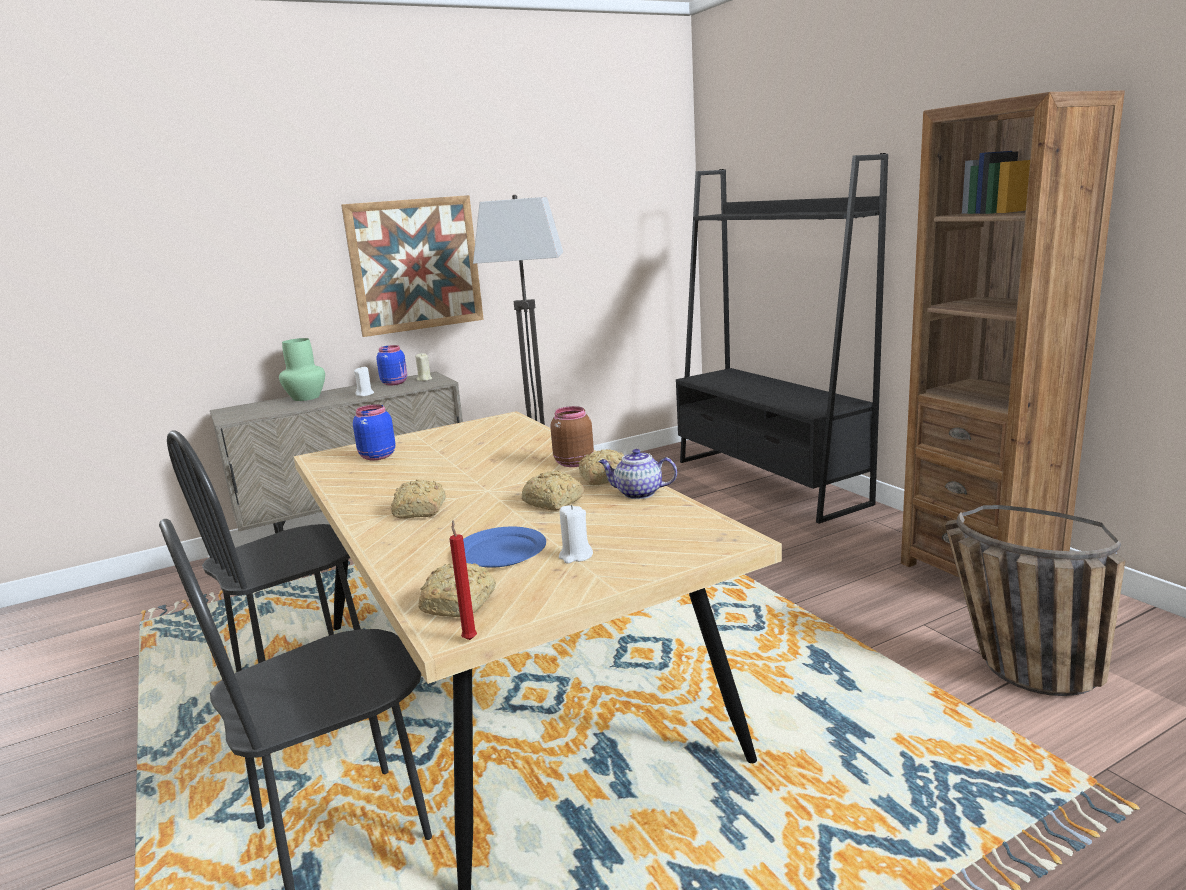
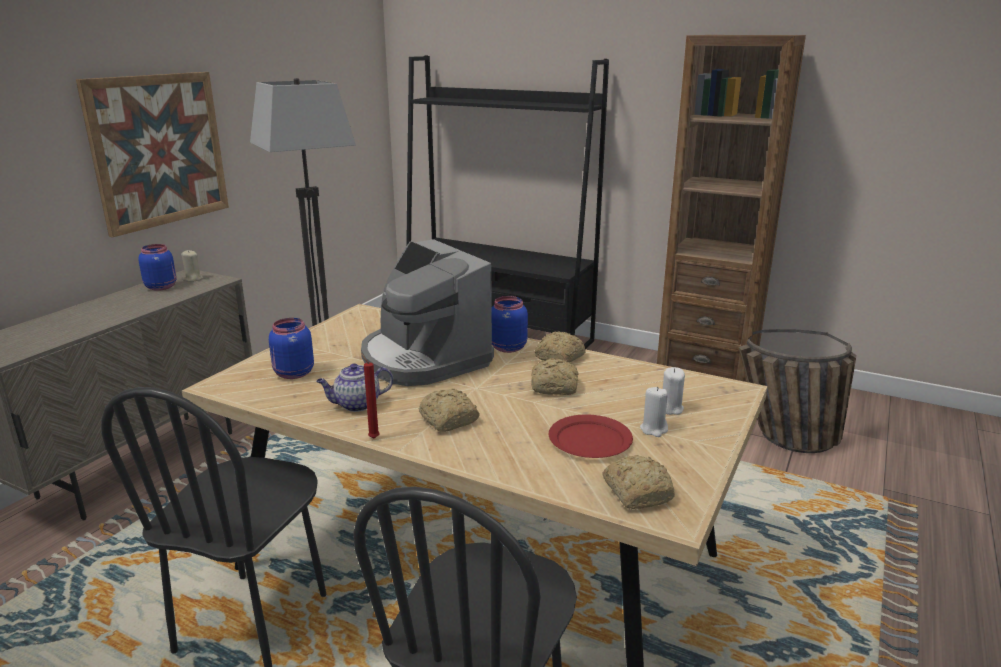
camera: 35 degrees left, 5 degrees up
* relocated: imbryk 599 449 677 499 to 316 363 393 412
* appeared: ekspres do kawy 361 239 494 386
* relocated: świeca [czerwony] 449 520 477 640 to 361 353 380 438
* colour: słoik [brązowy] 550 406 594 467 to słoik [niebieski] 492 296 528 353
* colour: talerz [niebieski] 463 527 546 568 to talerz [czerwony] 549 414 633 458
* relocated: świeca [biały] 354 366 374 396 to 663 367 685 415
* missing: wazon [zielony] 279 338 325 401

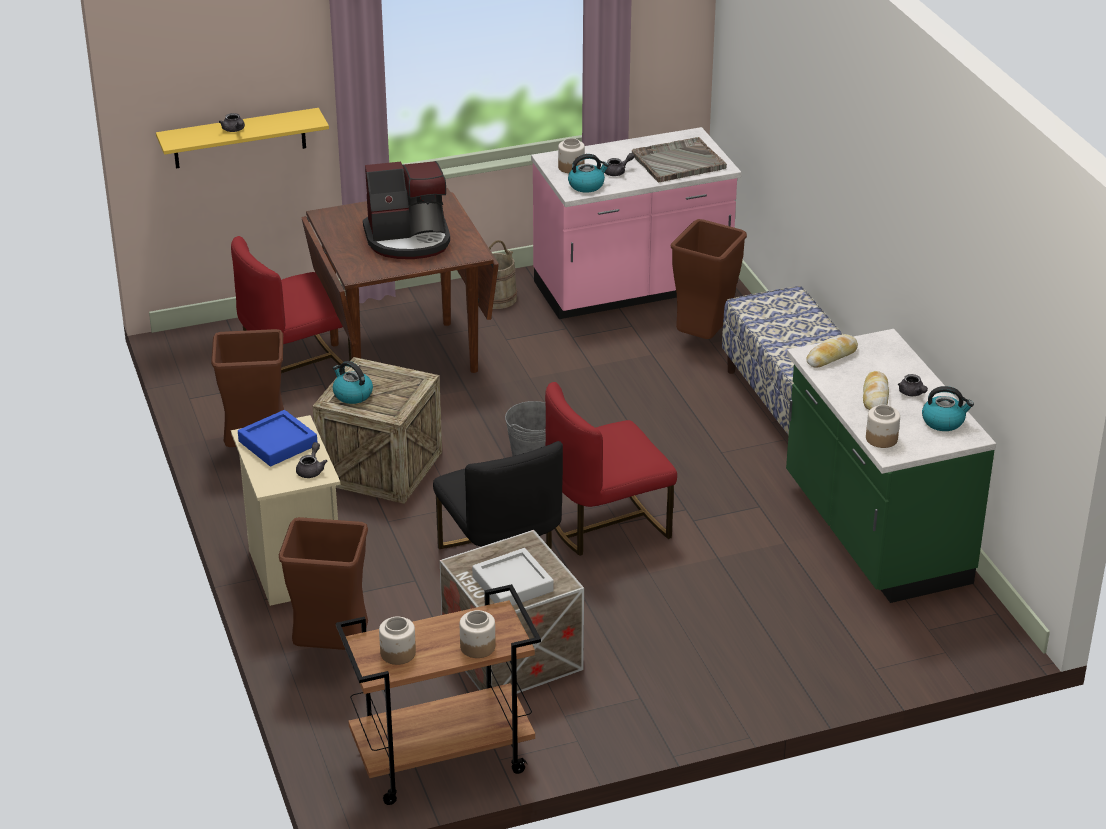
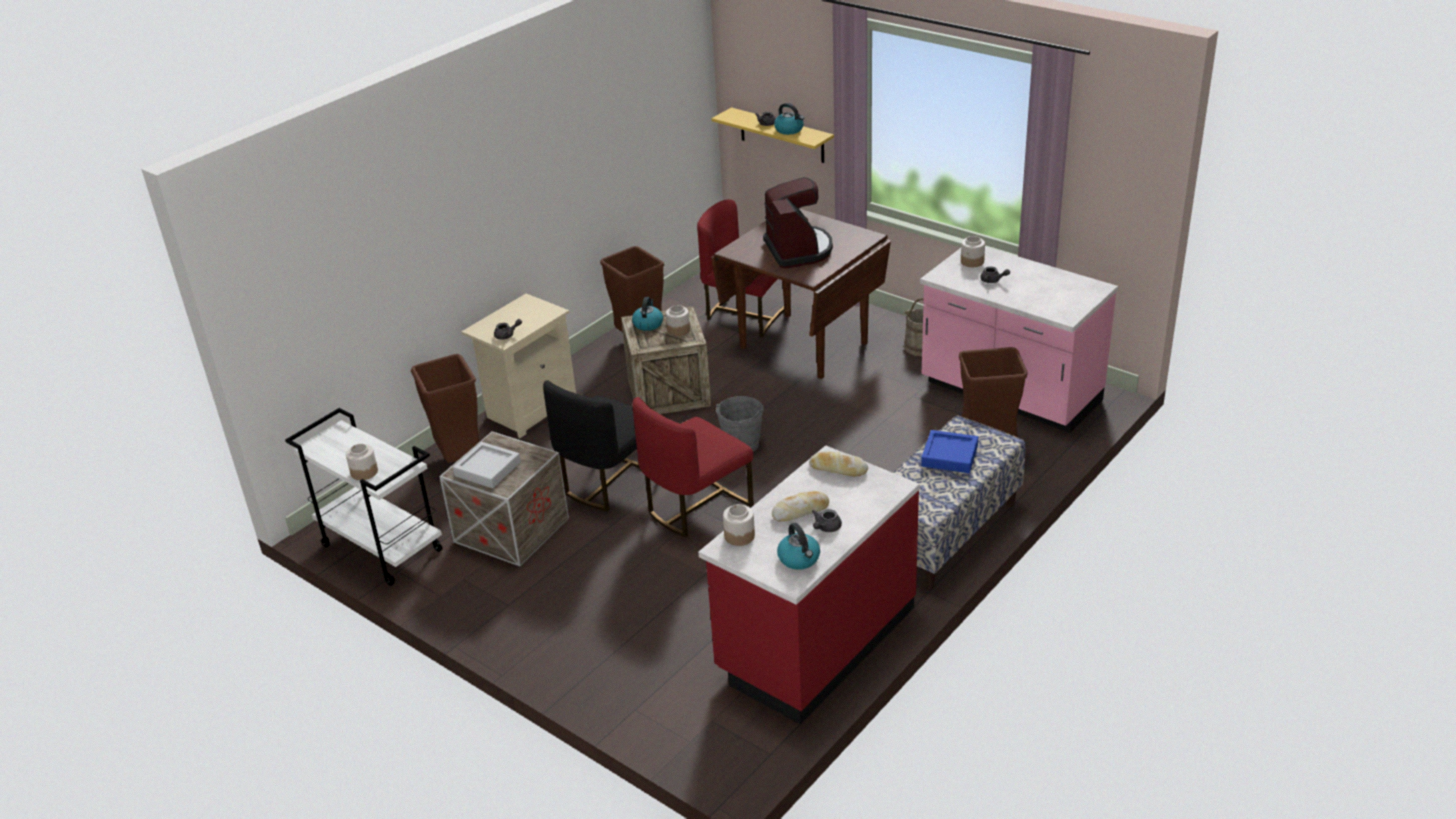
camera: 60 degrees right, 0 degrees up
* colour: wózek [brązowy] 336 584 541 805 to wózek [biały] 285 408 443 586
* spun: krzesło [czerwony] 545 382 677 556 = 632 397 754 538 75 degrees counterclockwise
* relocated: słoik 379 616 416 665 to 666 305 690 336
* colour: zabudowa kuchenna [zielony] 786 329 996 603 to zabudowa kuchenna [czerwony] 699 445 920 724
* spun: ekspres do kawy 363 161 450 259 = 763 177 833 269 150 degrees counterclockwise
* relocated: czajnik 568 154 609 193 to 774 103 804 135
* relocated: taca [niebieski] 238 410 317 466 to 921 430 978 473
* missing: taca [szary] 632 137 727 183

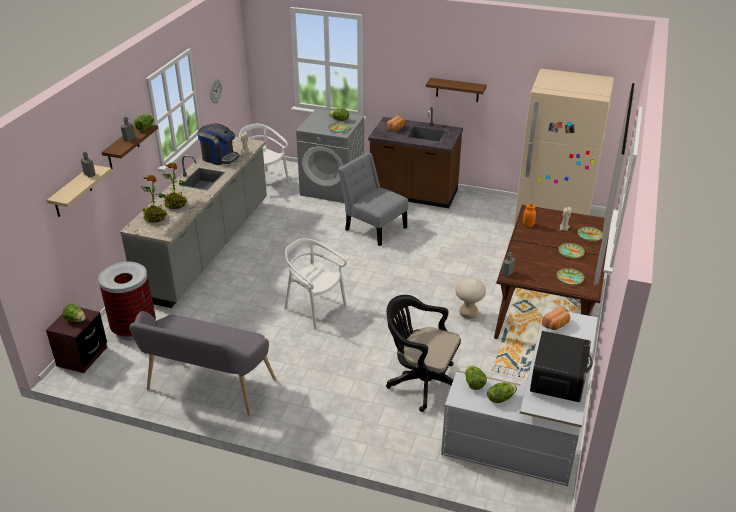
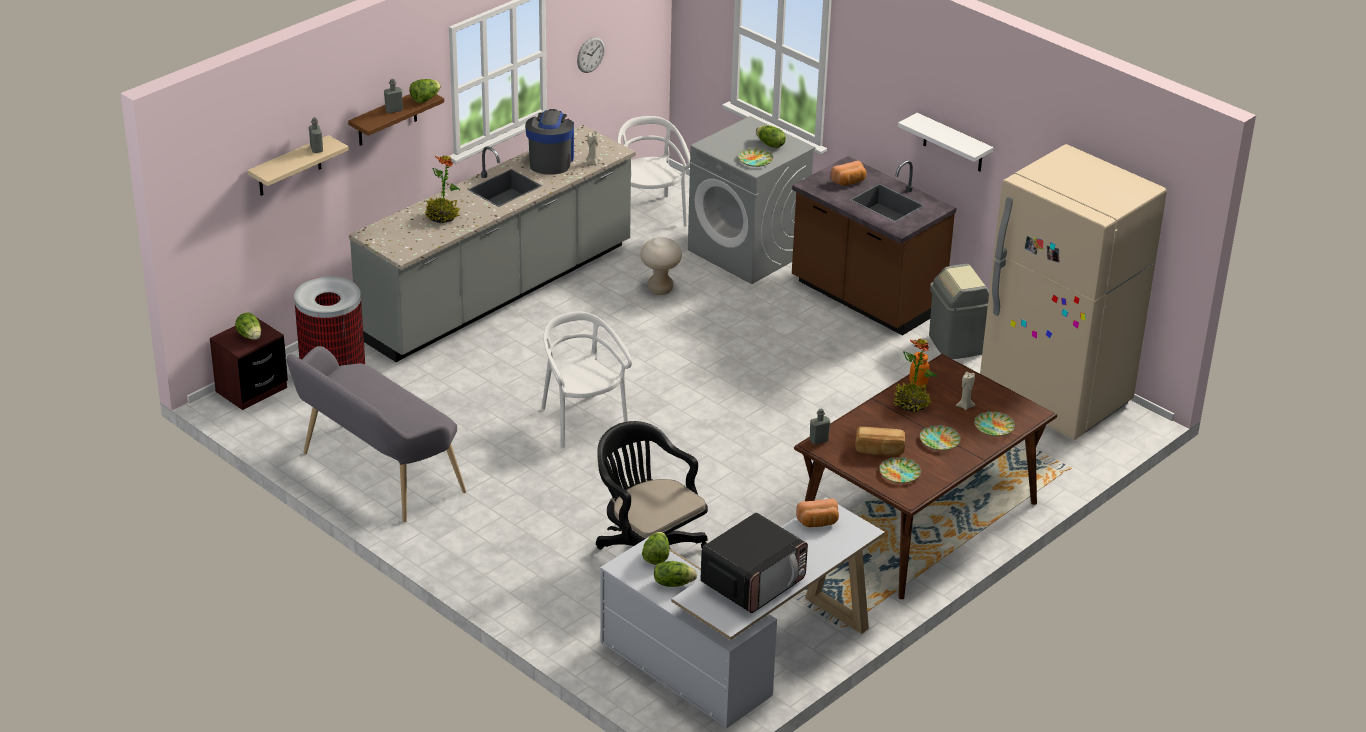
camera: 25 degrees right, 0 degrees up
* spun: ekspres do kawy 197 123 239 165 = 525 109 574 175 135 degrees counterclockwise
* relocated: stołek [beżowy] 455 278 486 319 to 640 237 682 295
* appeared: chleb 855 427 905 455
* relocated: roślina doniczkowa 141 175 167 222 to 893 339 937 412
* colour: półka [brązowy] 426 78 487 102 to półka [biały] 898 113 993 171
* appeared: kosz na śmieci [szary] 929 264 989 359
* missing: krzesło [szary] 338 152 408 246

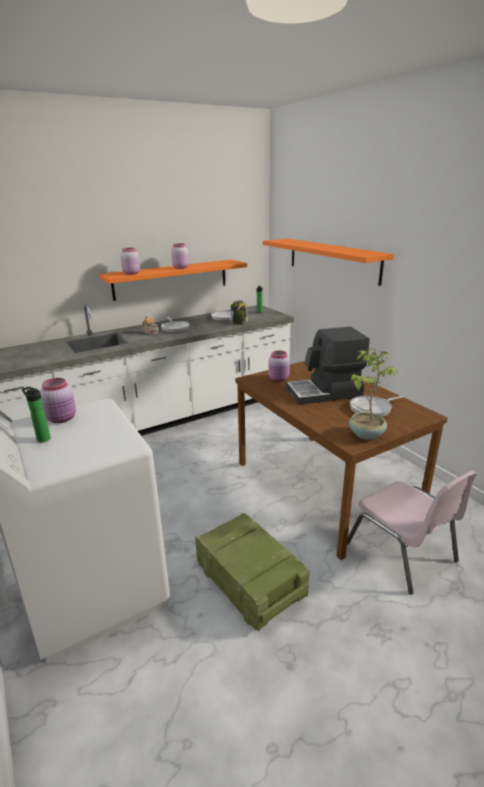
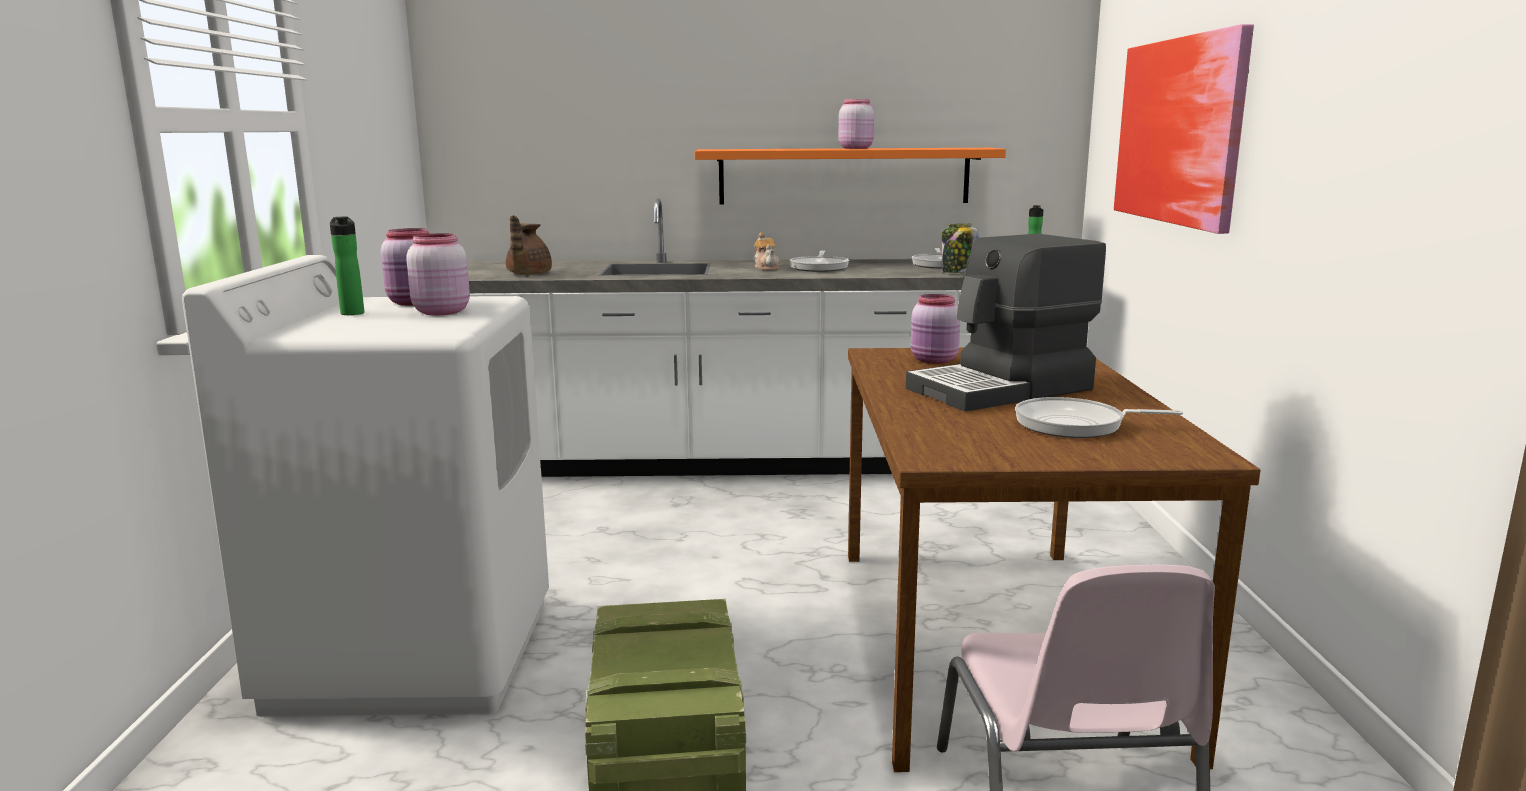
camera: 30 degrees right, 10 degrees down
* relocated: słoik [różowy] 121 248 140 275 to 406 234 470 315
* appeared: imbryk [brązowy] 506 215 552 275
* spun: ekspres do kawy 286 327 370 405 = 906 234 1106 412 45 degrees counterclockwise
* exchanged: półka [pomarańczowy] 263 239 394 286 to obraz 1114 24 1254 234
* missing: roślina doniczkowa 349 348 398 440

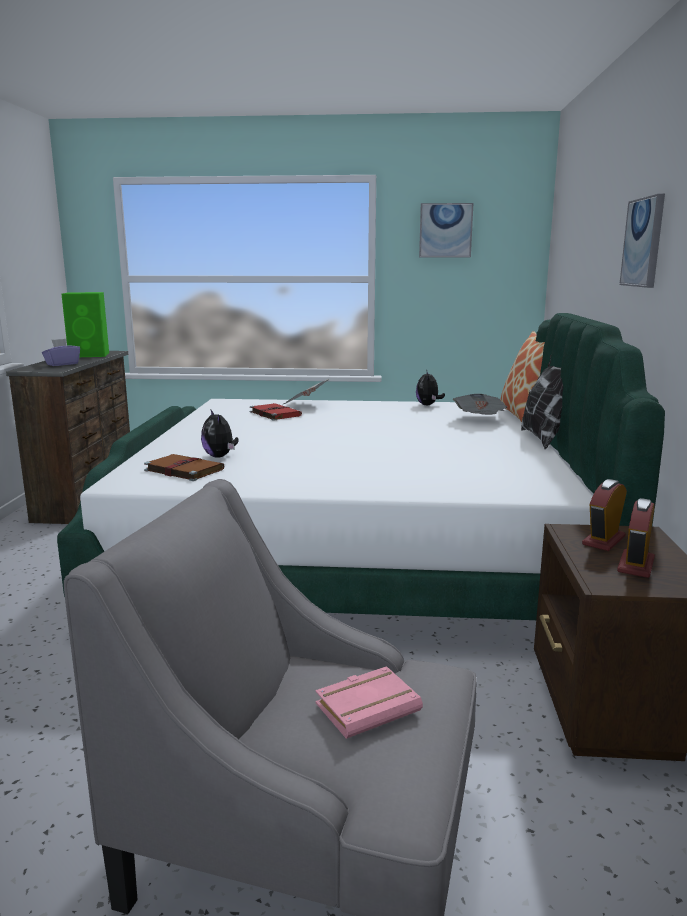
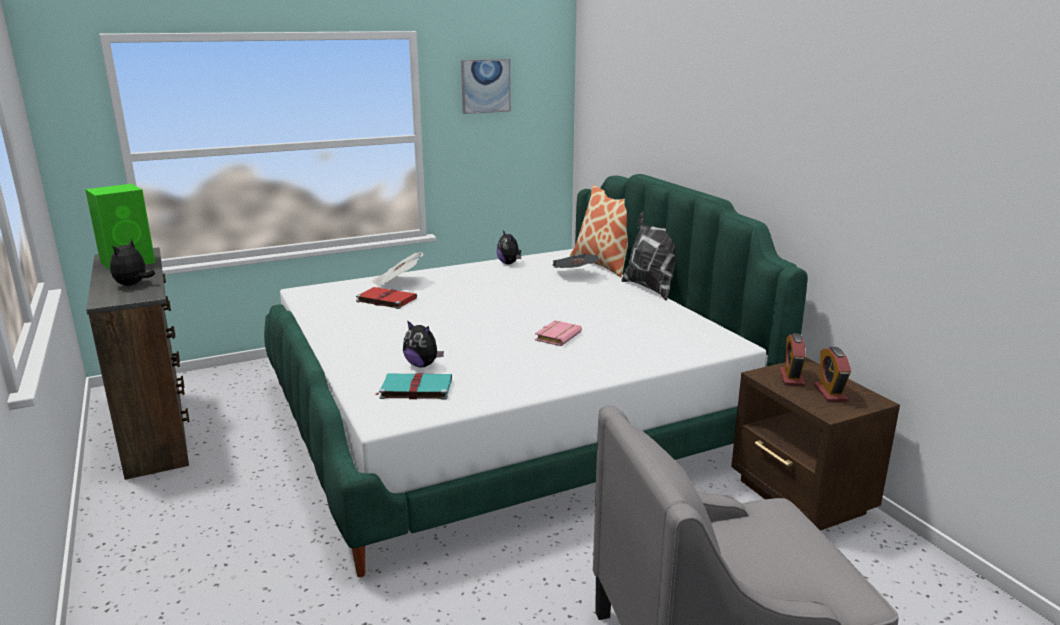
camera: 30 degrees left, 5 degrees up
* exchanged: pudełko chusteczek [fioletowy] 42 339 80 366 to pluszak 110 239 155 286
* colour: książka [brązowy] 144 454 224 481 to książka [turkusowy] 375 373 452 400
* relocated: książka [różowy] 315 666 423 739 to 535 320 582 346
* missing: obraz 619 194 665 288

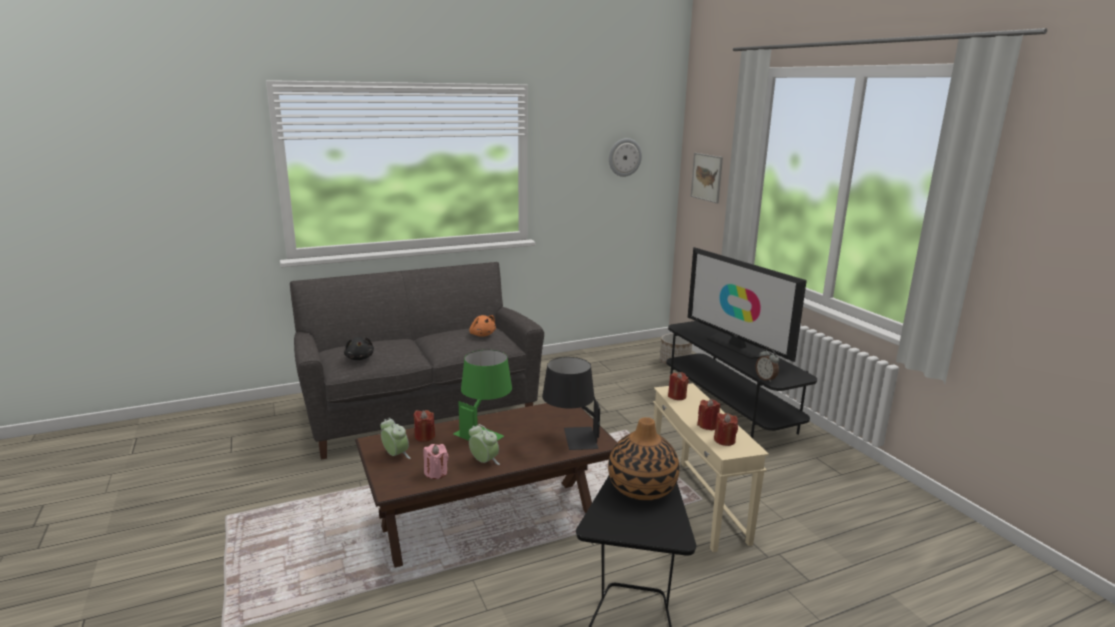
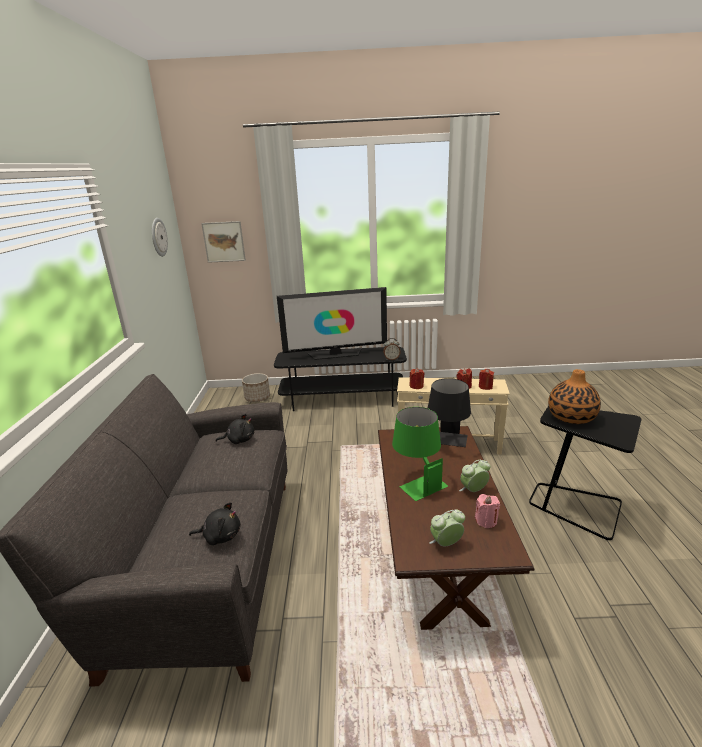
camera: 65 degrees left, 5 degrees up
* colour: pluszak [pomarańczowy] 469 315 496 337 to pluszak [czarny] 216 414 254 444
* missing: świeca [czerwony] 413 410 435 442

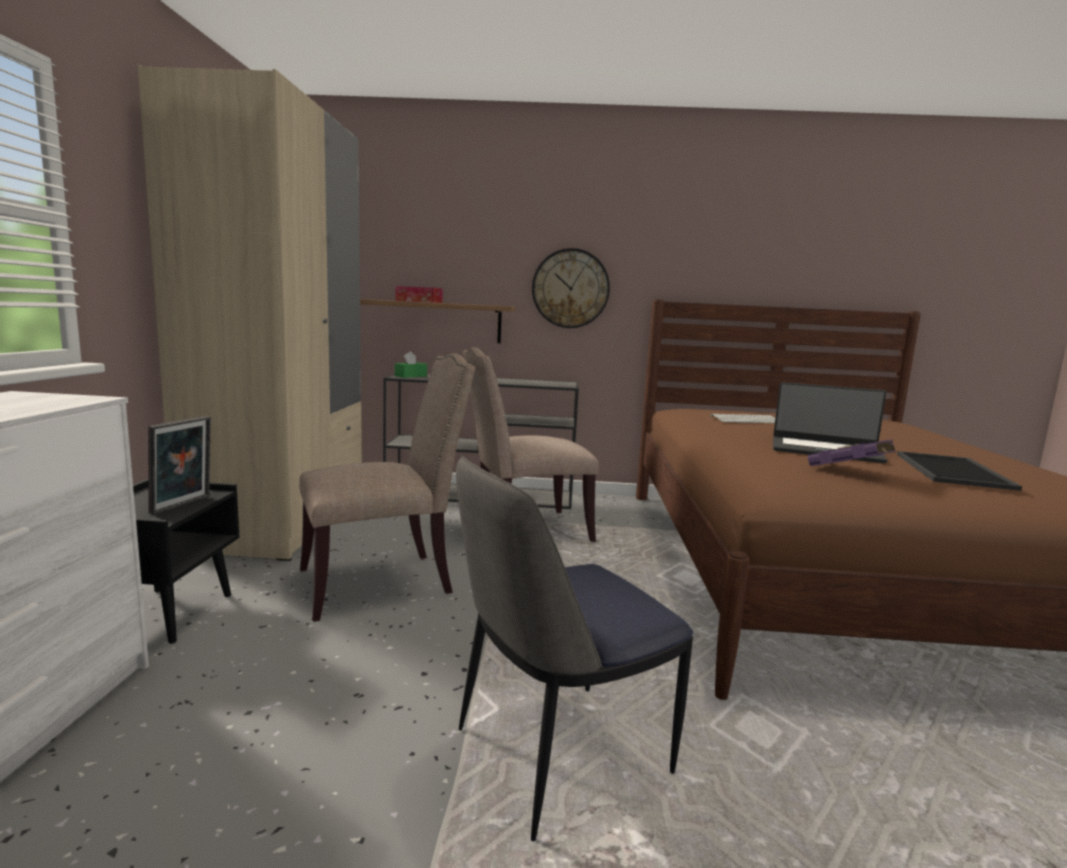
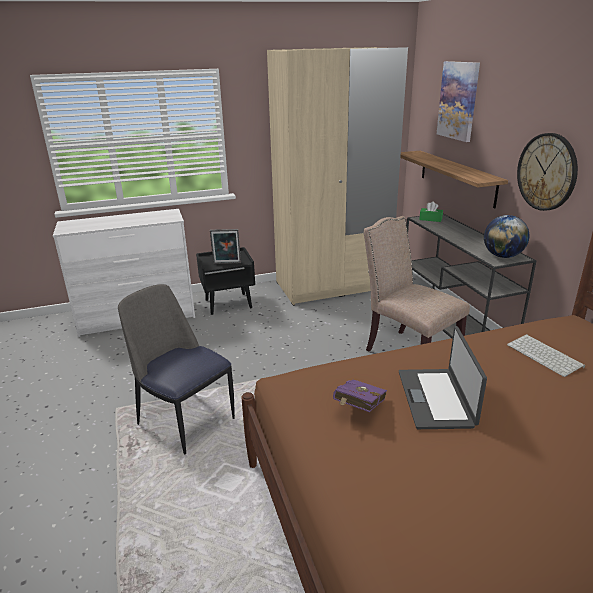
camera: 70 degrees right, 15 degrees up
* appeared: obraz 437 61 480 142
* appeared: globus 484 215 529 258
* missing: krzesło [beżowy] 299 353 475 622
* missing: pudełko chusteczek 395 286 443 303
* missing: taca 897 451 1022 491

